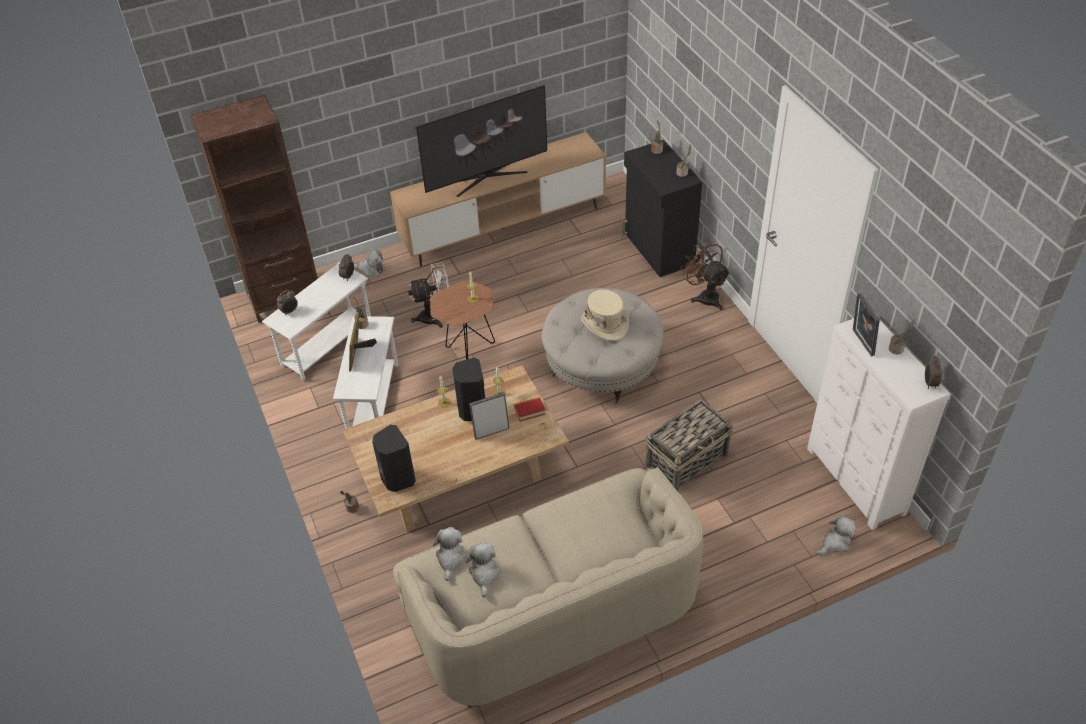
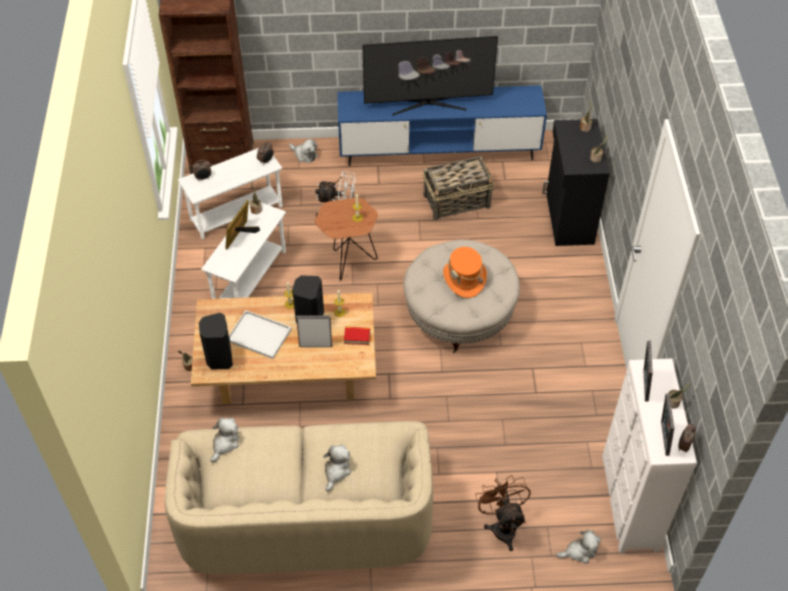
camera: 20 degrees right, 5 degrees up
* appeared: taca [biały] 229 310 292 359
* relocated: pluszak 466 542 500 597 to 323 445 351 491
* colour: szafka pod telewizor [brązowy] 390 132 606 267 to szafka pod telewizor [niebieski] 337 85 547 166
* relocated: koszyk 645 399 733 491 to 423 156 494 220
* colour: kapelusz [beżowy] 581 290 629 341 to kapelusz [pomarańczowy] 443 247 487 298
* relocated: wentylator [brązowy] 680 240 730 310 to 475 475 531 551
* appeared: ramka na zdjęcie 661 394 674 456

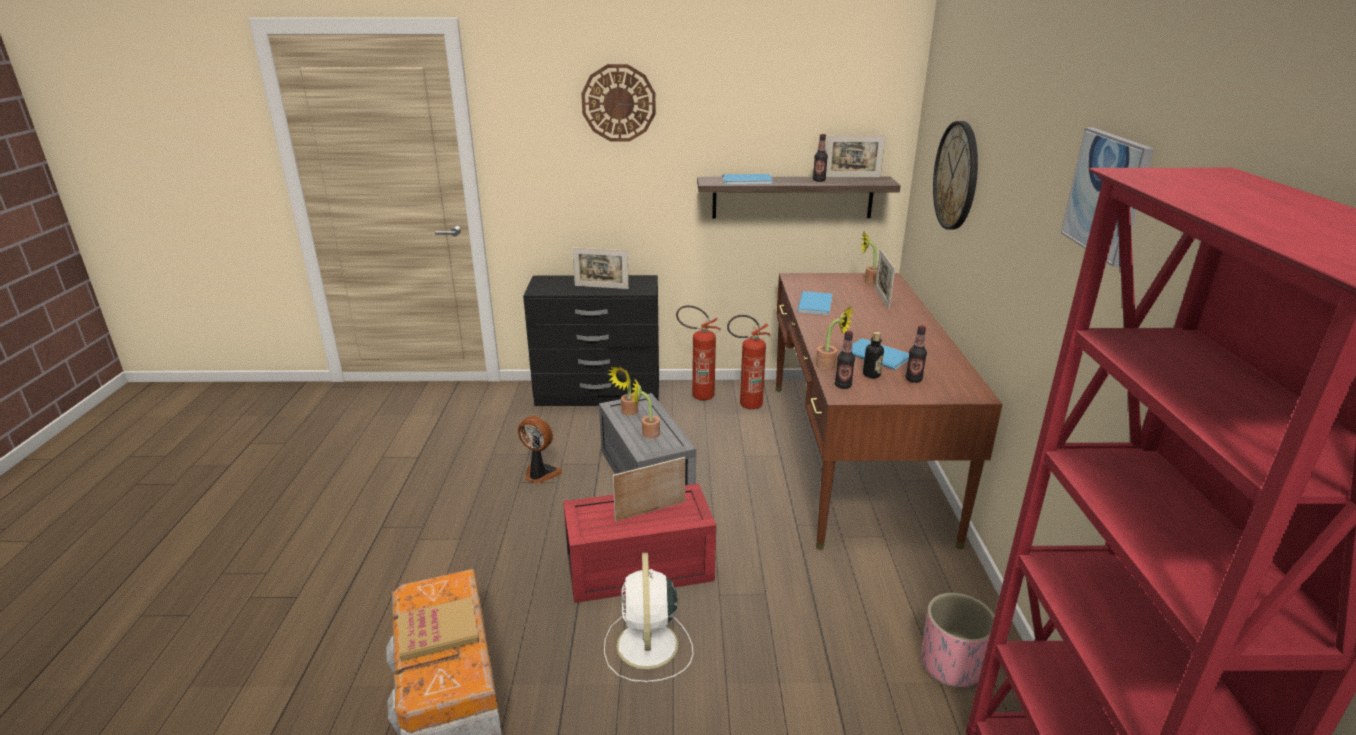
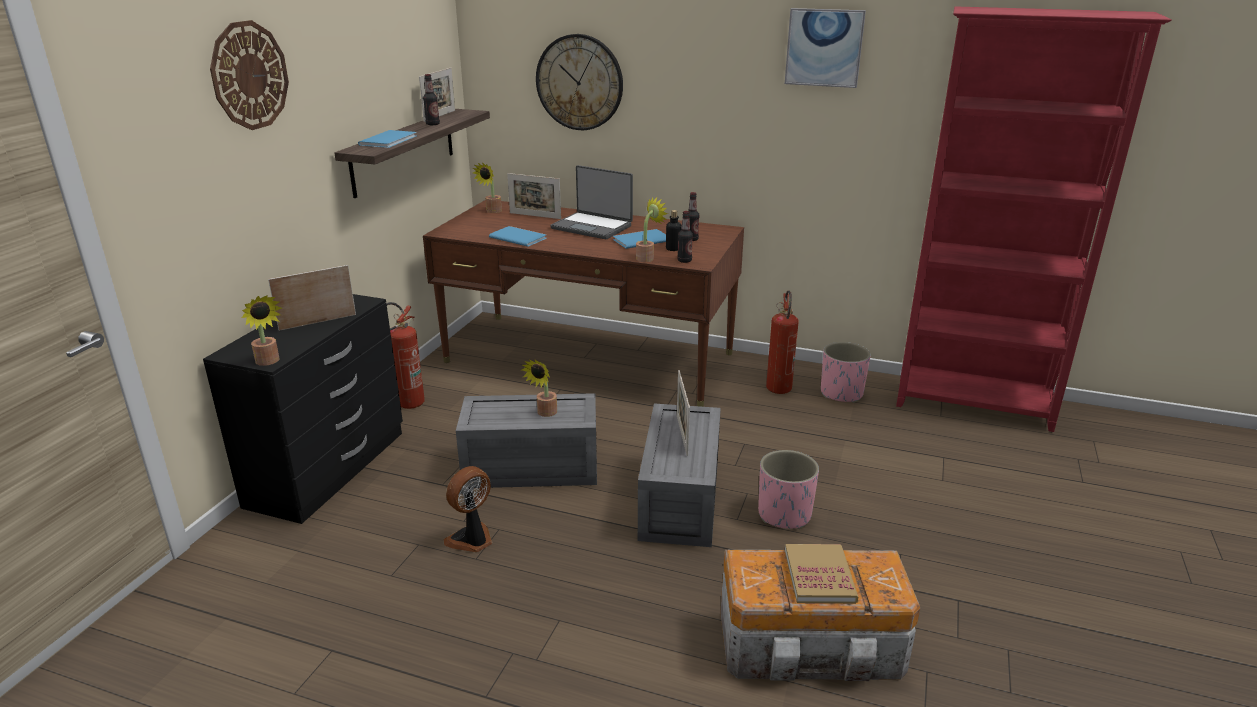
camera: 70 degrees left, 0 degrees up
* relocated: roślina doniczkowa 607 366 638 416 to 242 295 282 366
* spun: ramka na zdjęcie 572 247 629 289 = 268 265 356 331 150 degrees counterclockwise
* appeared: laptop 550 165 633 239
* colour: pojemnik do przechowywania [czerwony] 563 484 716 603 to pojemnik do przechowywania [szary] 638 403 721 547
* exchanged: wentylator [biały] 604 553 694 682 to donica [różowy] 758 450 819 529
* relocated: gaśnica 727 315 770 409 to 766 291 799 394

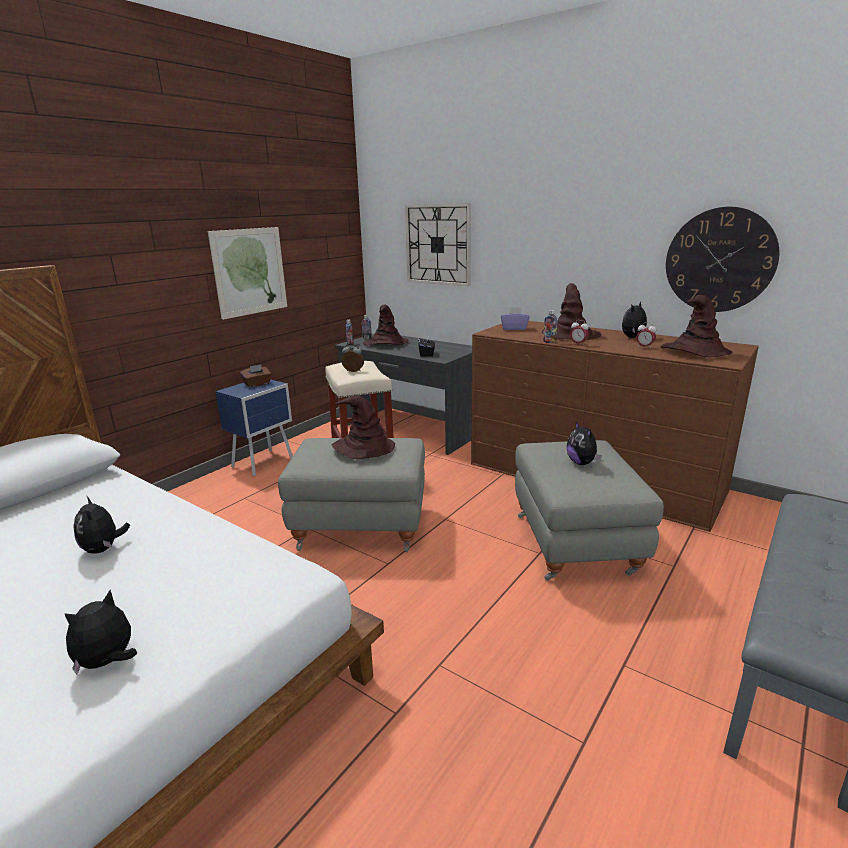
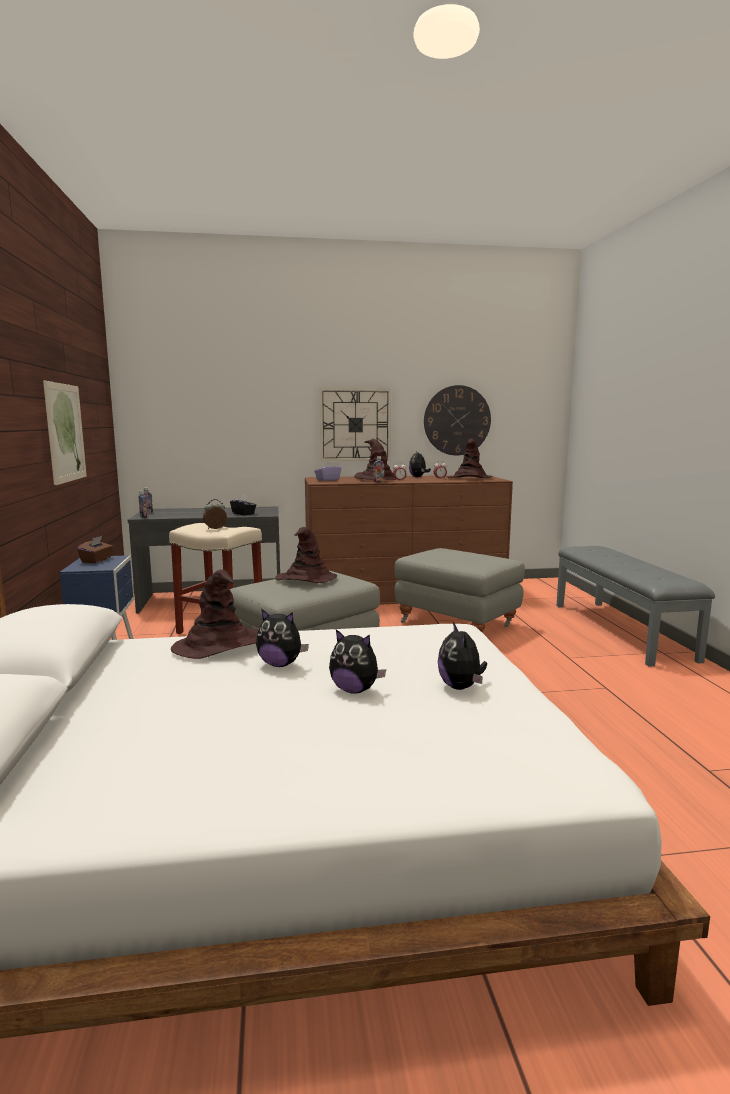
camera: 45 degrees left, 10 degrees down
* relocated: kapelusz [brązowy] 363 304 409 346 to 171 570 258 659
* relocated: zegar ścienny 405 203 471 286 to 320 388 391 461
* relocated: pluszak 567 422 602 465 to 329 629 386 694

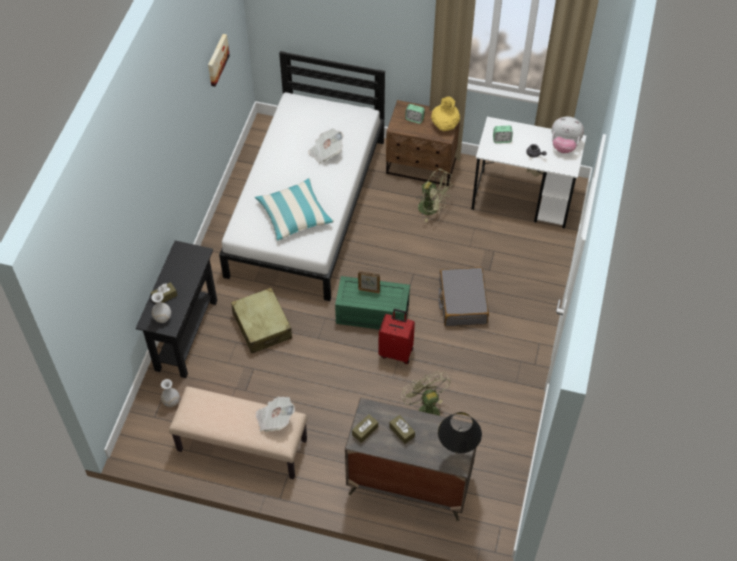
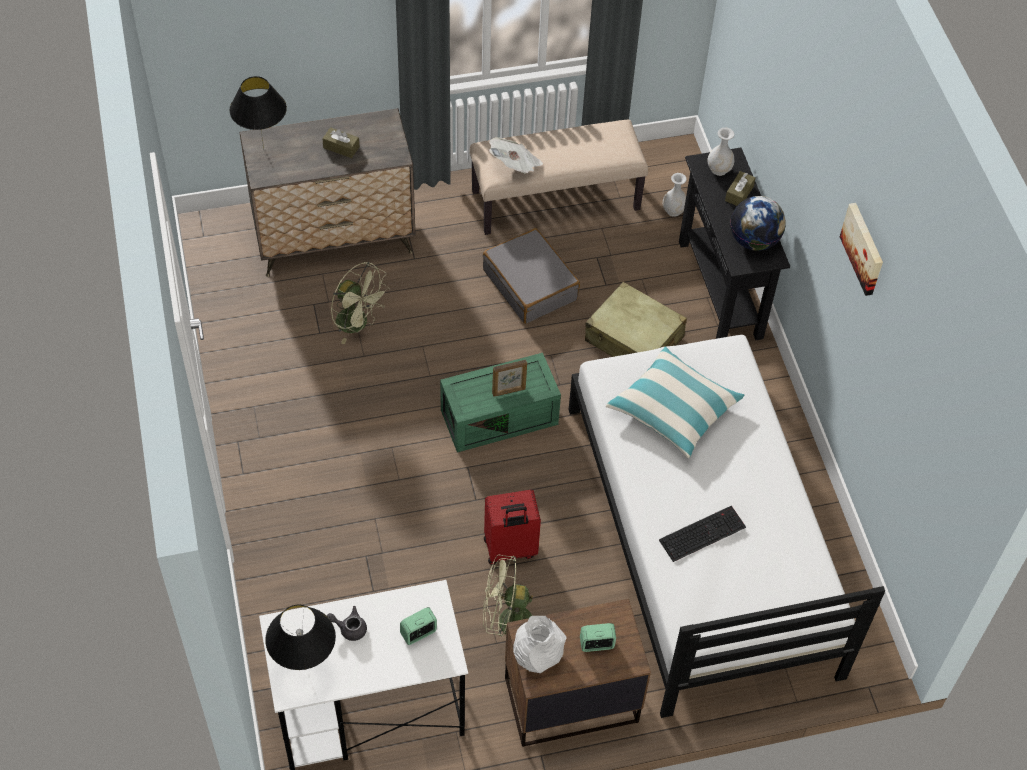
camera: 150 degrees right, 0 degrees up
* exchanged: pluszak 552 117 584 153 to lampa stołowa [czarny] 265 605 336 670
* relocated: walizka [szary] 439 267 489 326 to 483 228 580 324
* relocated: walizka [czerwony] 378 309 415 364 to 484 490 541 565
* colour: wazon [żółty] 431 96 460 131 to wazon [biały] 513 616 567 673
* exchanged: gazeta 308 128 344 163 to klawiatura 659 506 746 562
* appeared: globus 731 196 786 251
* relocated: obraz 208 34 230 87 to 840 203 883 296
* missing: pudełko chusteczek [brązowy] 352 414 378 443

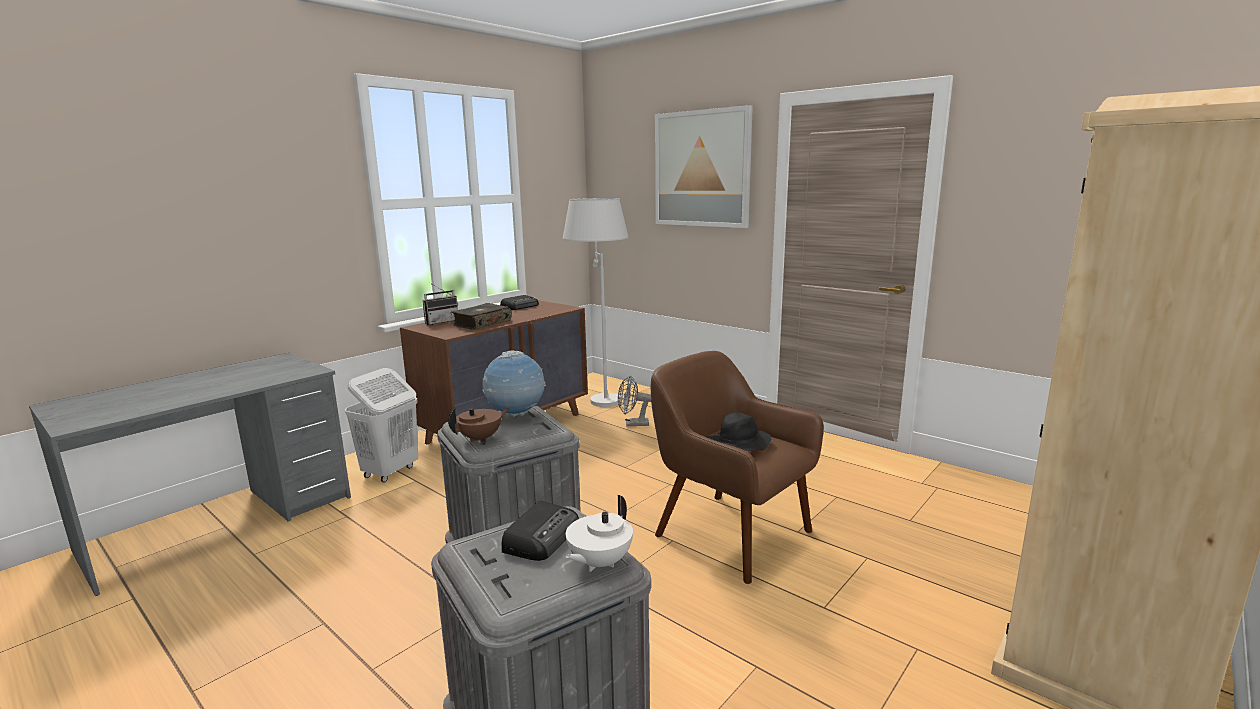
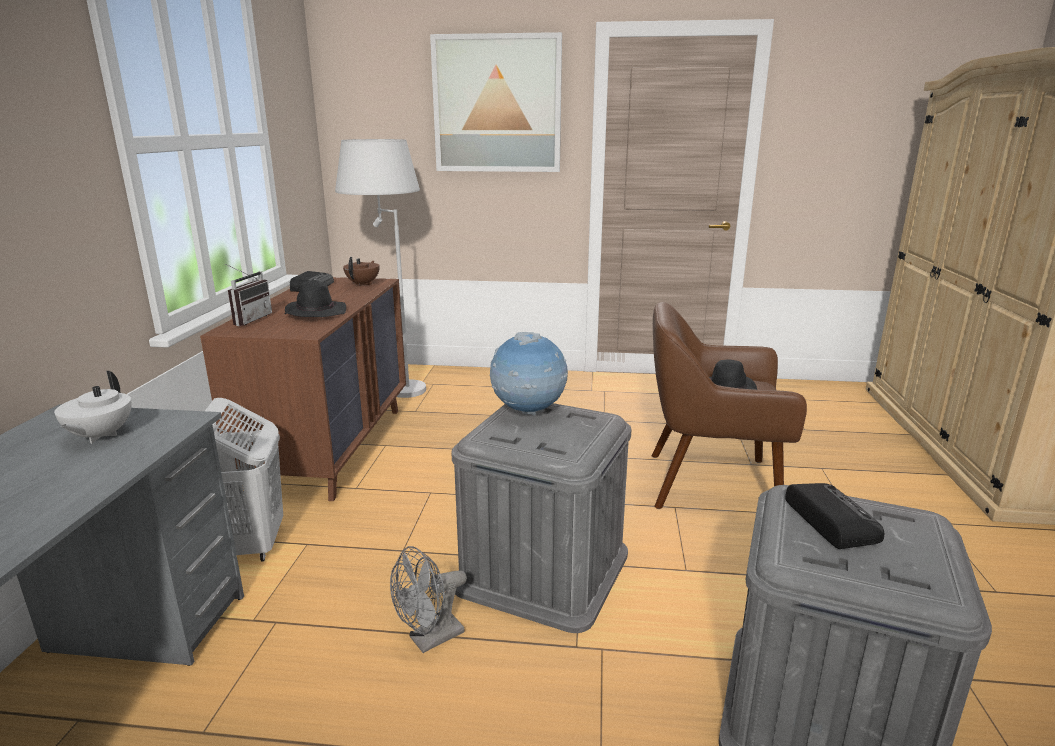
camera: 35 degrees left, 5 degrees up
* relocated: imbryk [biały] 566 495 633 572 to 54 371 131 444
* exchanged: książka 452 303 512 330 to kapelusz [czarny] 285 280 346 317
* relocated: imbryk [brązowy] 448 407 509 443 to 343 257 380 286
* relocated: wentylator [szary] 618 375 651 427 to 390 546 467 653

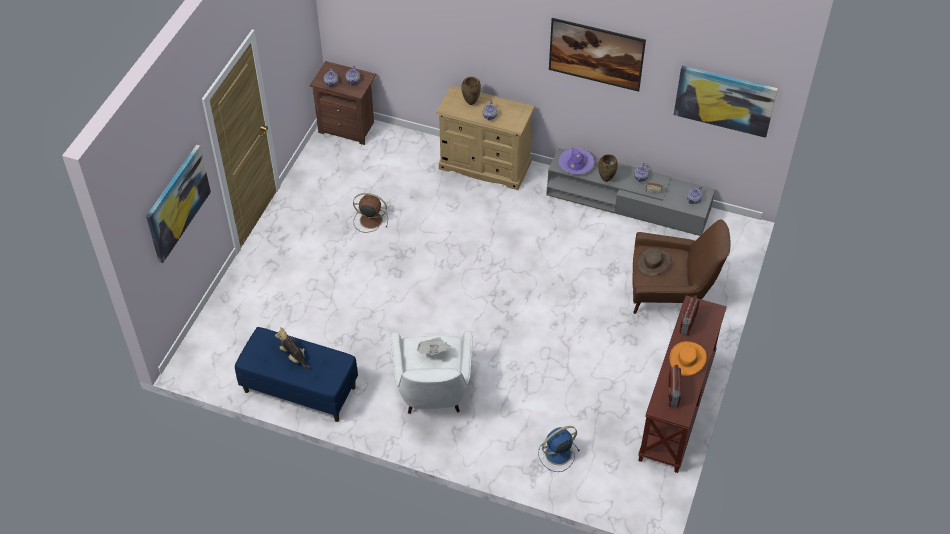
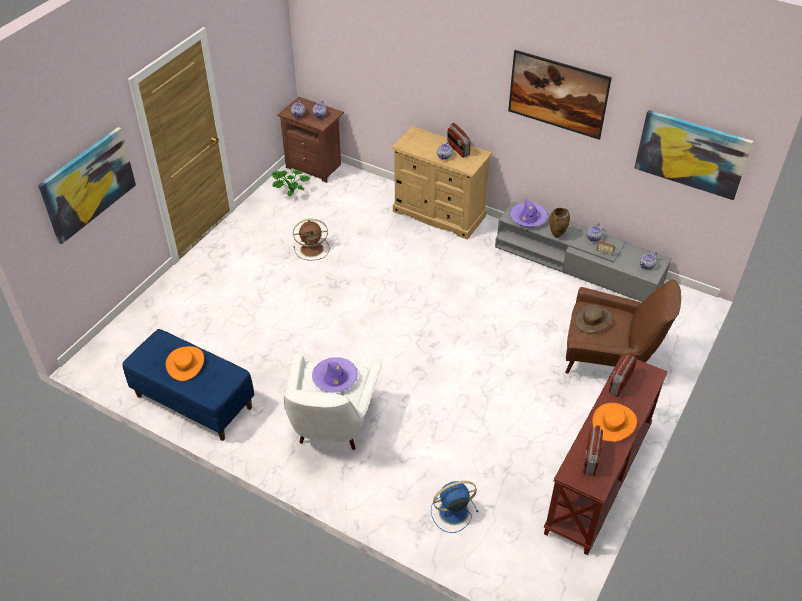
camera: 10 degrees right, 5 degrees down
* exchanged: pluszak 275 327 311 370 to kapelusz [pomarańczowy] 166 346 204 381
* appeared: roślina doniczkowa 272 170 310 196
* spun: wentylator [brązowy] 353 193 388 233 = 293 219 330 261 150 degrees clockwise
* exchanged: gazeta 417 337 450 355 to kapelusz [fioletowy] 312 357 358 392
* appeared: radio 447 123 471 158
* missing: wazon [brązowy] 461 77 481 105

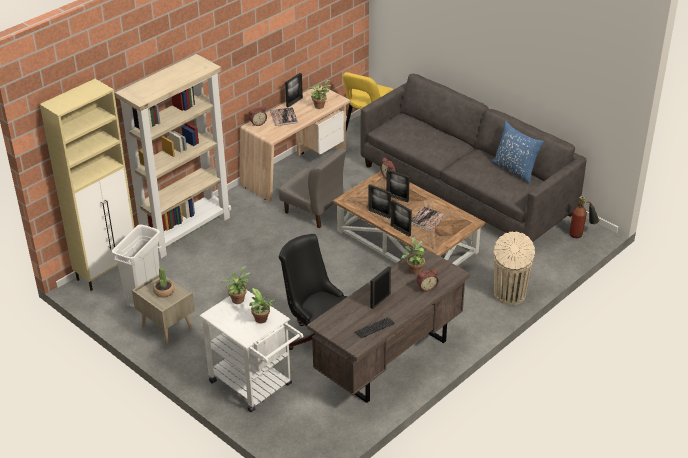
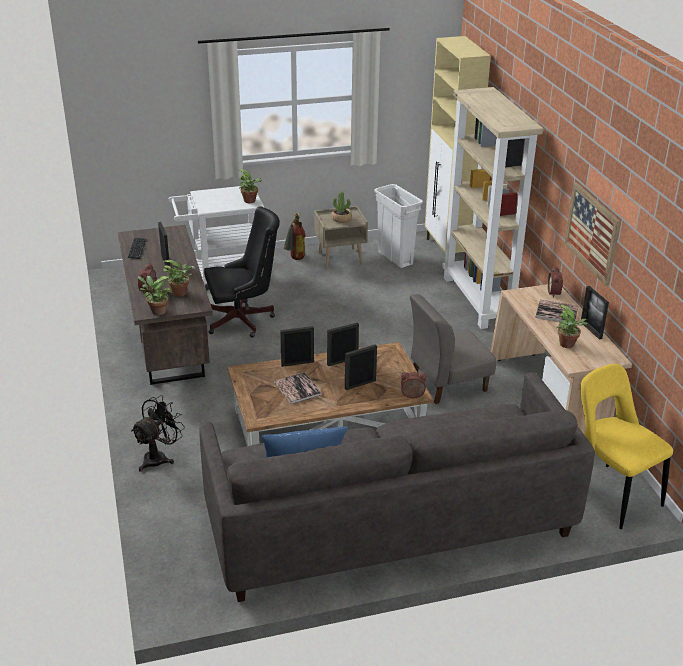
camera: 120 degrees right, 5 degrees down
* exchanged: kosz na śmieci [beżowy] 494 231 535 305 to wentylator [czarny] 131 395 185 472
* relocated: roślina doniczkowa 249 288 276 324 to 138 276 172 315
* relocated: gaśnica 569 196 599 238 to 284 213 306 260
* appeared: obraz 564 182 621 286

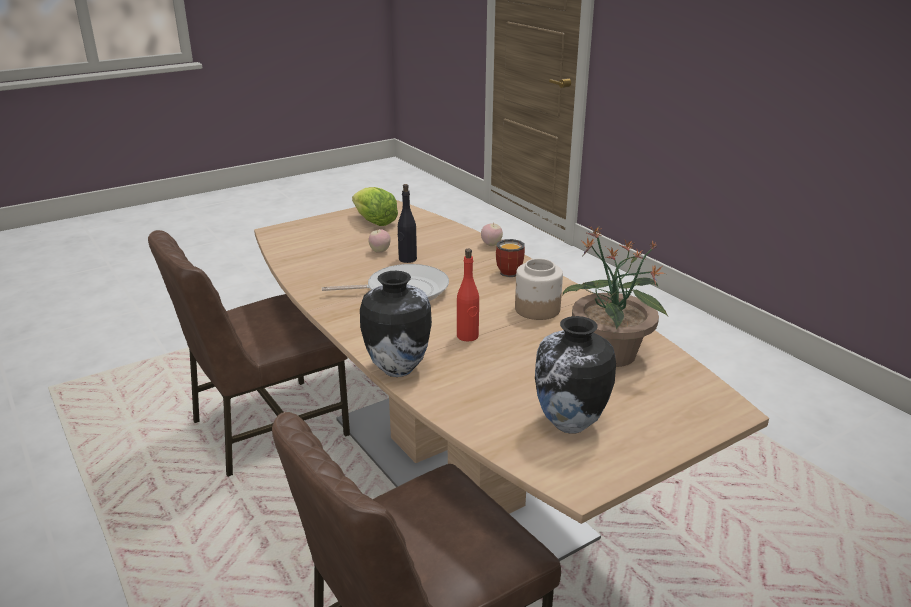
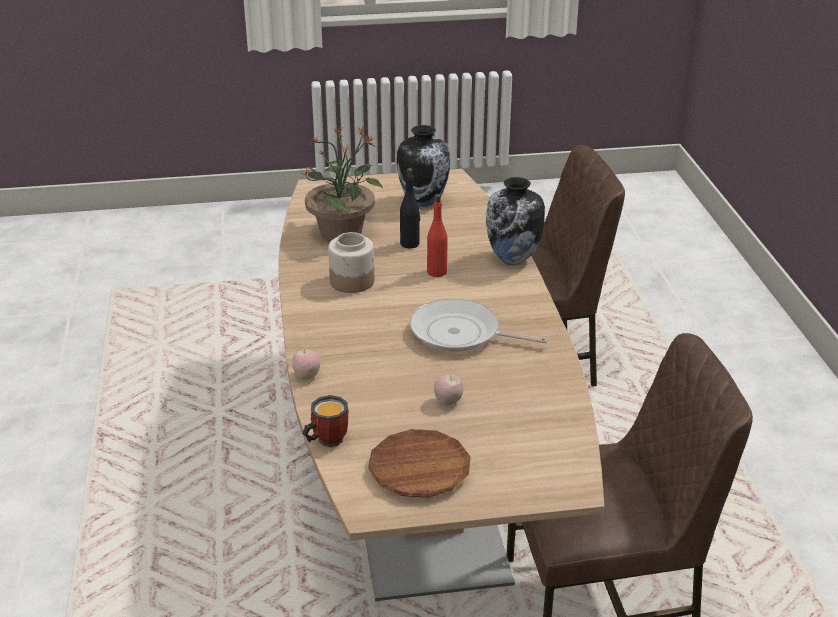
camera: 155 degrees left, 5 degrees up
* relocated: kubek 496 239 525 277 to 302 395 349 447
* exchanged: sałata 352 187 398 226 to talerz [brązowy] 368 429 470 498
* relocated: butelka [czarny] 398 184 417 263 to 400 168 420 249

